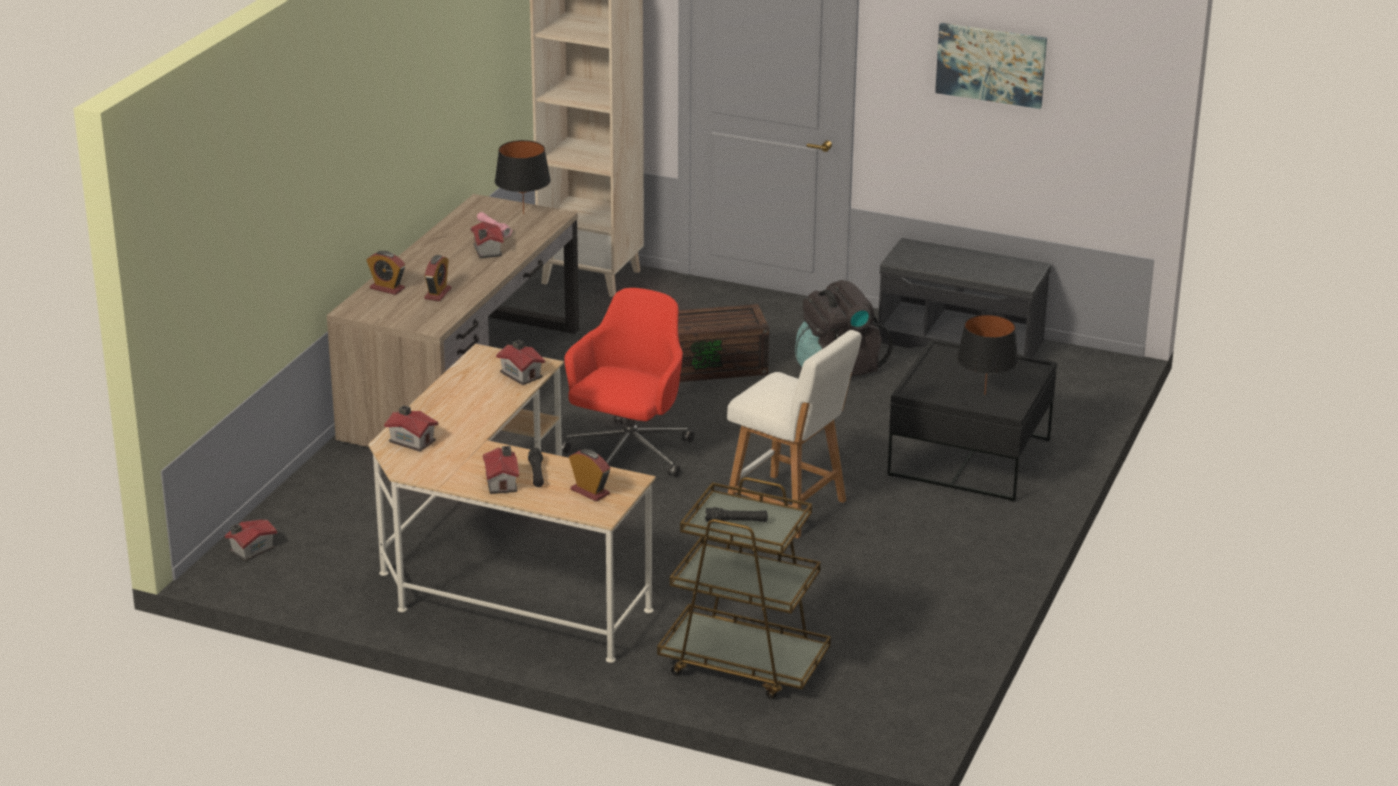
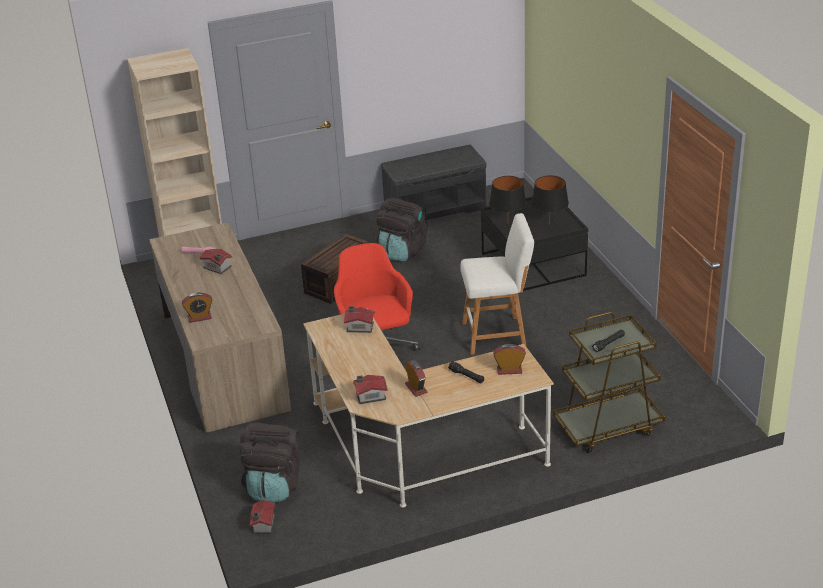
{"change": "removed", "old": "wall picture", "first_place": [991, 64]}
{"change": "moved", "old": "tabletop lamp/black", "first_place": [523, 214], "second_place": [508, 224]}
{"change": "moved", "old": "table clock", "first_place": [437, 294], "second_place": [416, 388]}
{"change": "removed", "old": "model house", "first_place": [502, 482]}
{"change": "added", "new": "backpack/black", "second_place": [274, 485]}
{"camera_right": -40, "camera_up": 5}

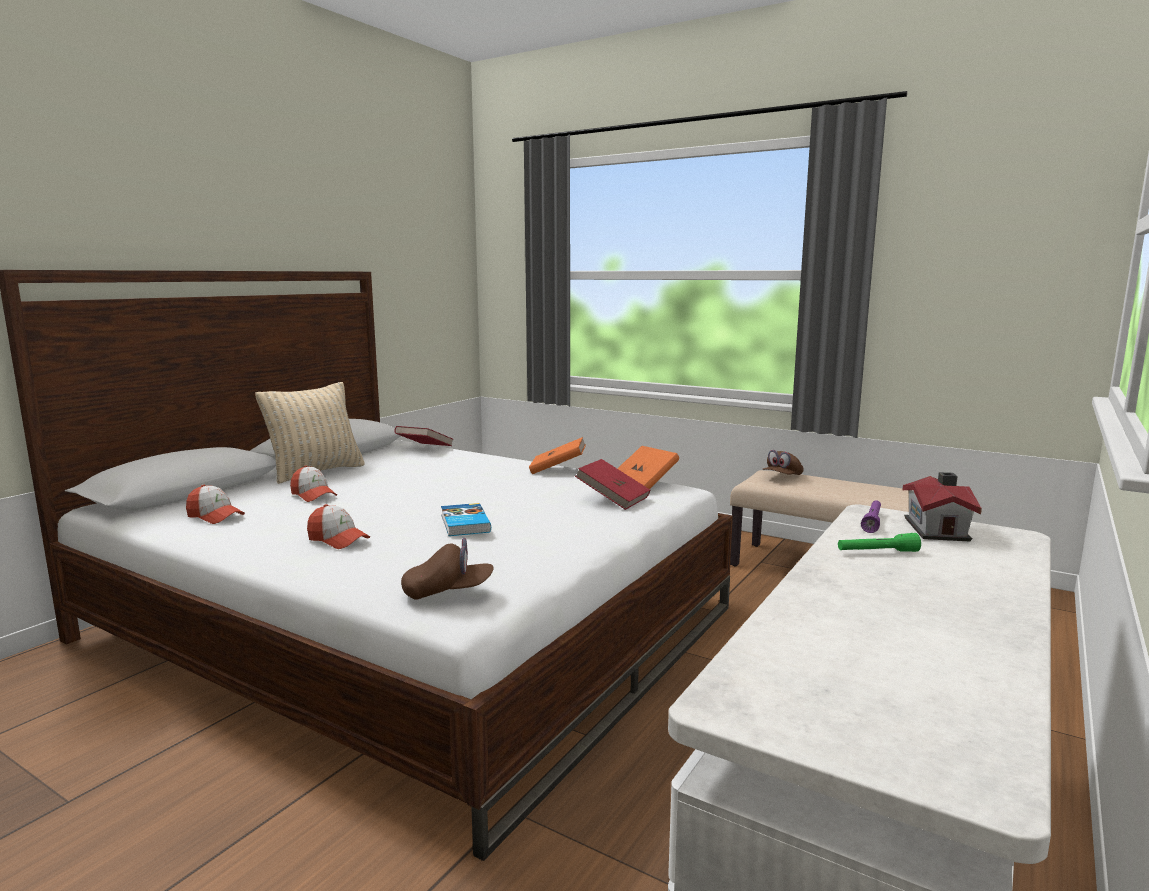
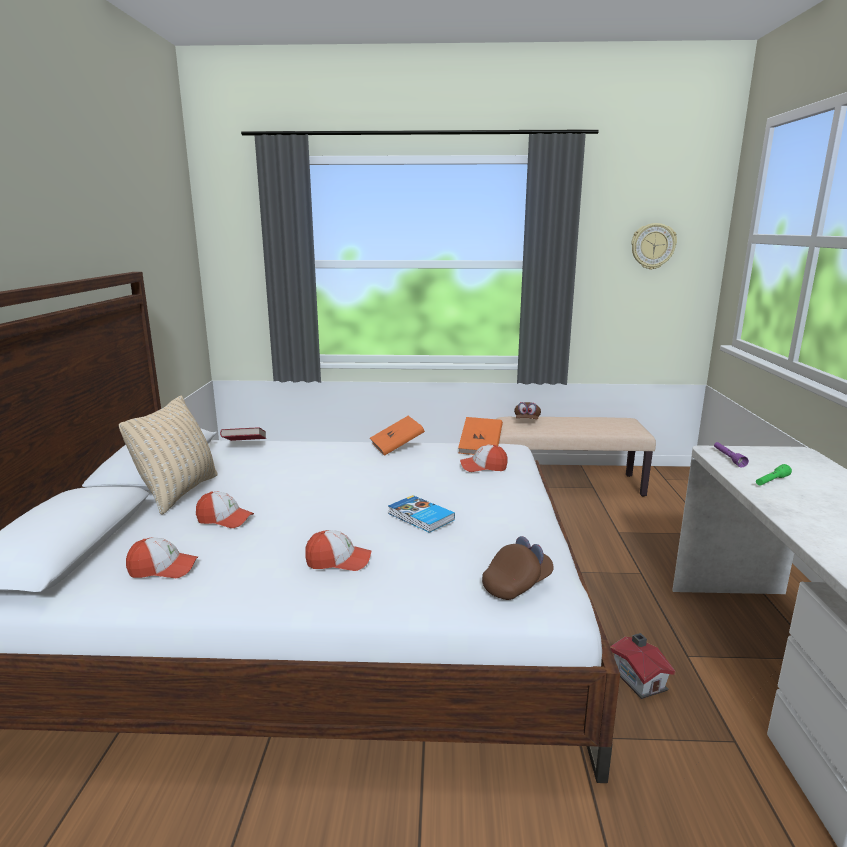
{"change": "replaced", "old": "volume/red", "new": "cap", "first_place": [613, 499], "second_place": [483, 467]}
{"change": "moved", "old": "model house", "first_place": [938, 529], "second_place": [639, 678]}
{"change": "added", "new": "clock on the wall", "second_place": [653, 246]}
{"camera_right": -30, "camera_up": 5}

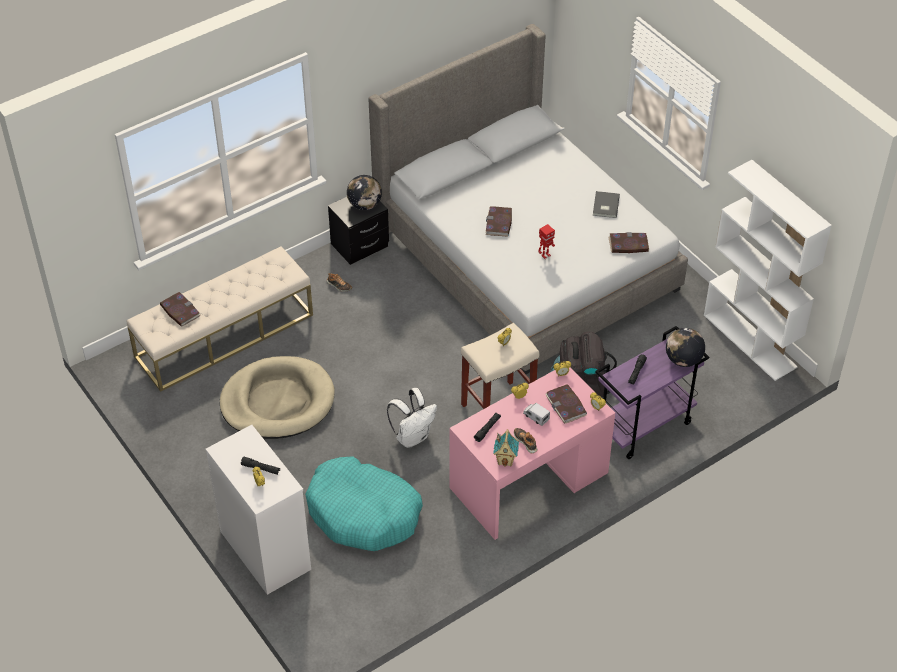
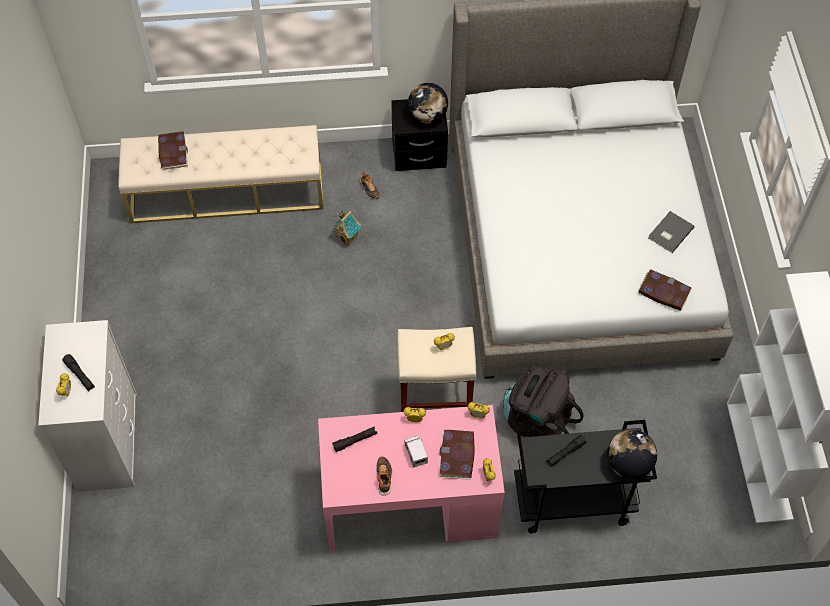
{"change": "removed", "old": "volume", "first_place": [499, 223]}
{"change": "removed", "old": "robot figure", "first_place": [545, 255]}
{"change": "recoloured", "old": "cart/purple", "new": "cart/black", "first_place": [643, 426], "second_place": [571, 502]}
{"change": "removed", "old": "dog cushion/beige", "first_place": [277, 401]}
{"change": "removed", "old": "backpack/white", "first_place": [412, 436]}
{"change": "moved", "old": "model house", "first_place": [505, 460], "second_place": [348, 238]}
{"change": "removed", "old": "dog cushion/turquoise", "first_place": [363, 513]}
{"camera_right": 30, "camera_up": 10}

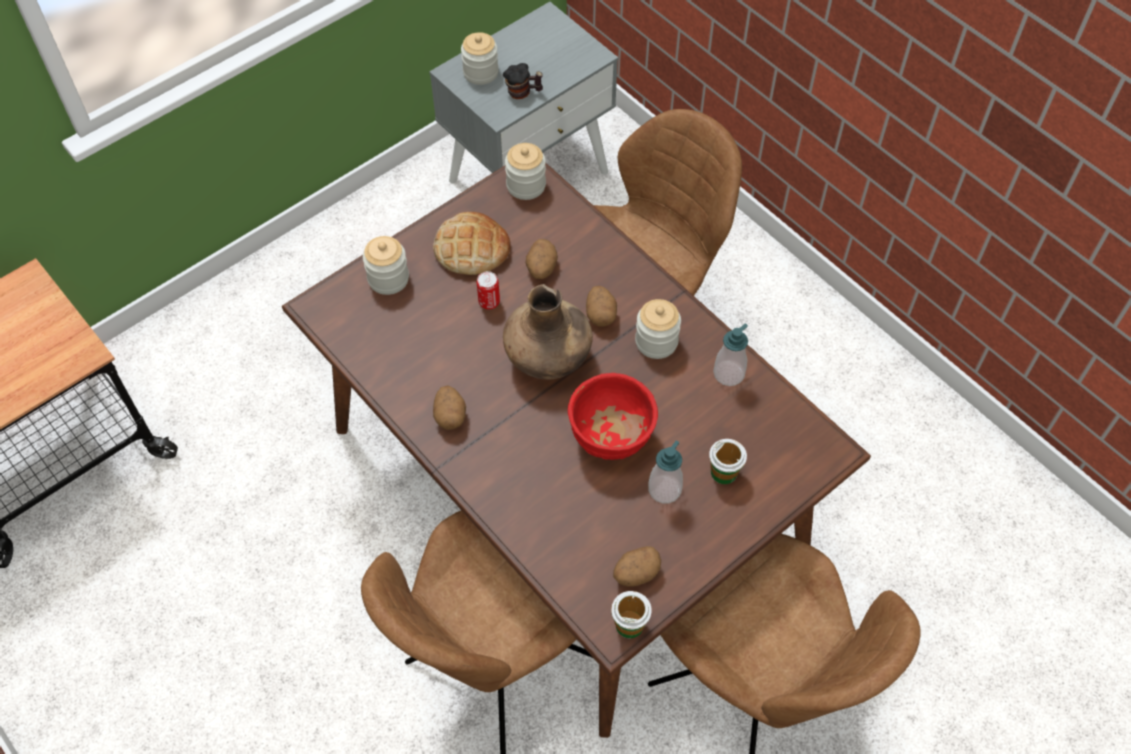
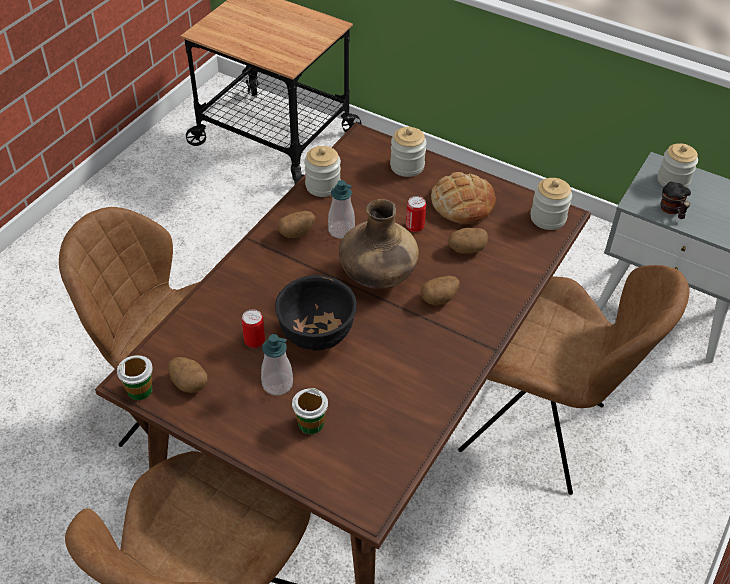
{"change": "moved", "old": "jar", "first_place": [656, 342], "second_place": [323, 186]}
{"change": "moved", "old": "soap bottle", "first_place": [728, 373], "second_place": [341, 230]}
{"change": "recoloured", "old": "bowl/red", "new": "bowl/black", "first_place": [611, 437], "second_place": [316, 335]}
{"change": "added", "new": "sealed can", "second_place": [254, 341]}
{"camera_right": 70, "camera_up": -10}

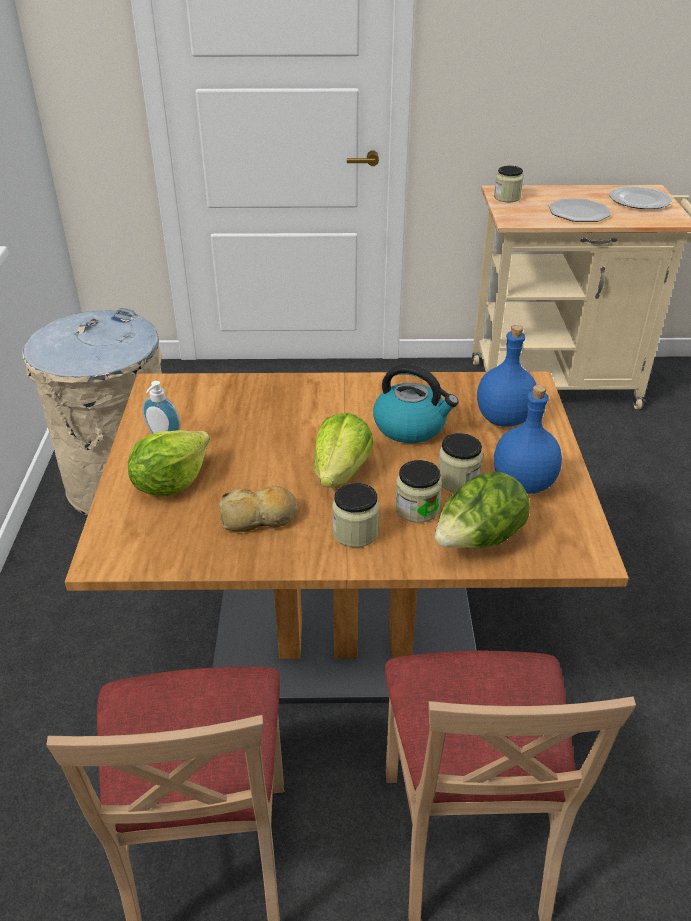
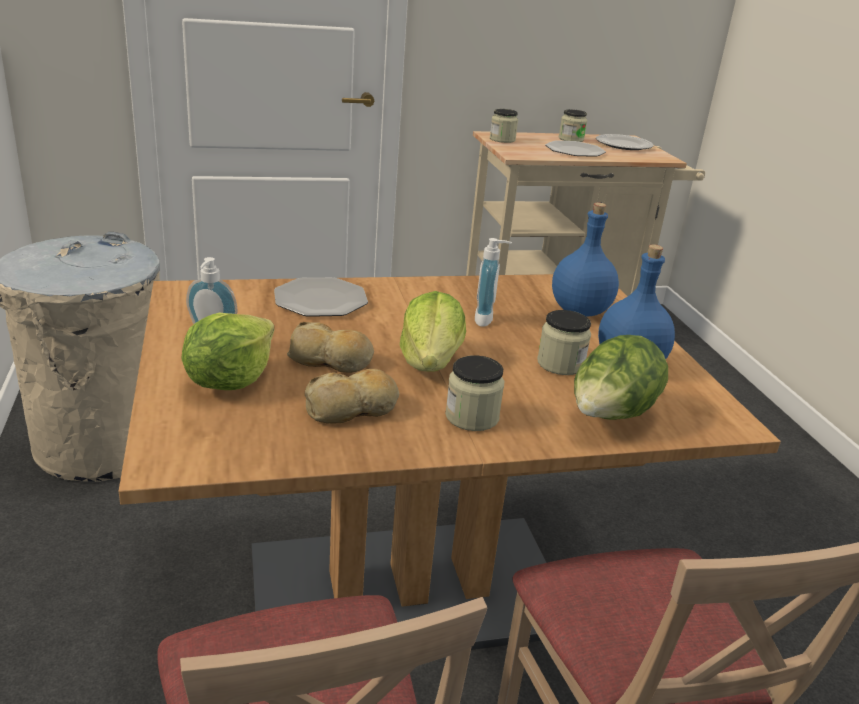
{"change": "replaced", "old": "water kettle", "new": "soap bottle", "first_place": [411, 426], "second_place": [487, 320]}
{"change": "moved", "old": "jar", "first_place": [417, 508], "second_place": [571, 139]}
{"change": "added", "new": "dinner plate", "second_place": [320, 300]}
{"change": "added", "new": "bakery bread", "second_place": [331, 360]}
{"camera_right": -15, "camera_up": -10}

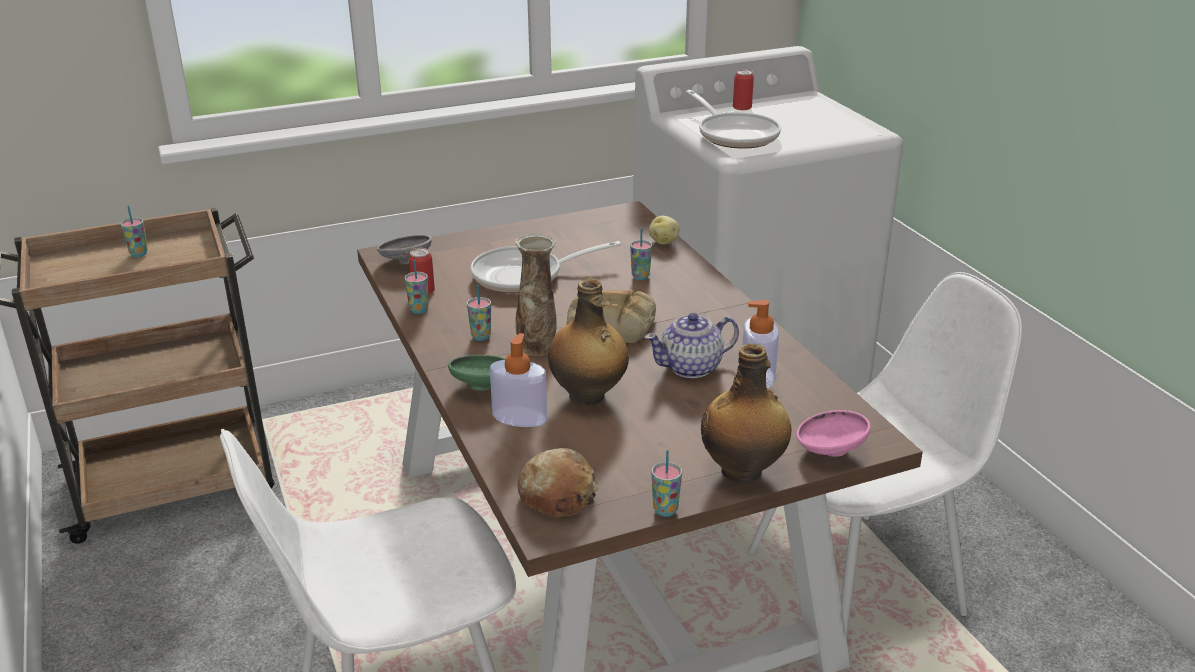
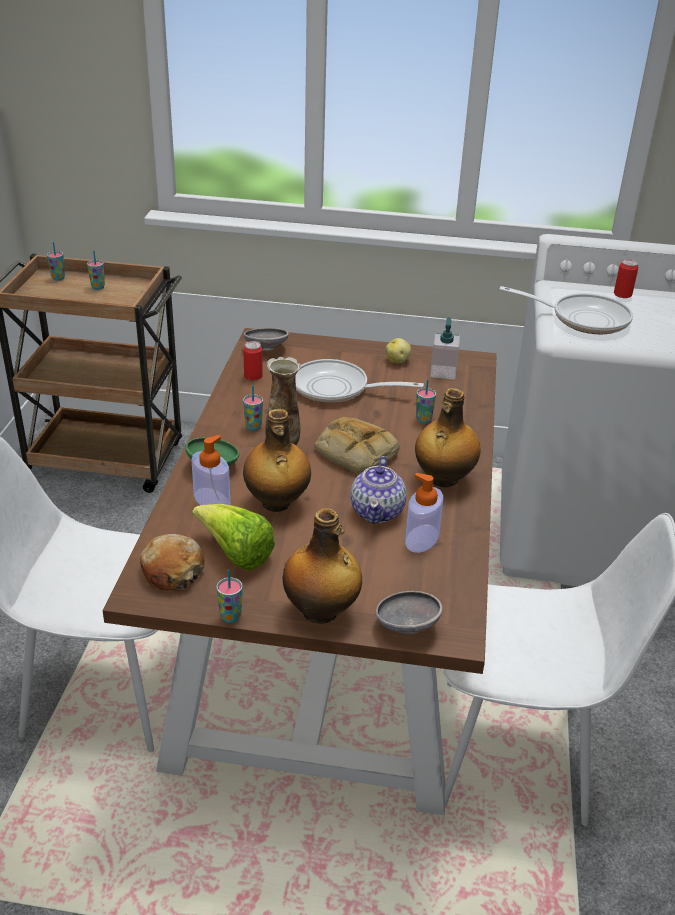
{"change": "turned", "old": "frying pan", "first_place": [735, 135], "second_place": [583, 319], "degrees": -75}
{"change": "moved", "old": "spud", "first_place": [664, 241], "second_place": [398, 360]}
{"change": "moved", "old": "drinking cup", "first_place": [419, 310], "second_place": [58, 278]}
{"change": "turned", "old": "tea pot", "first_place": [692, 367], "second_place": [378, 511], "degrees": -90}
{"change": "recoloured", "old": "bowl/pink", "new": "bowl/greyish", "first_place": [829, 450], "second_place": [406, 626]}
{"change": "added", "new": "soap bottle", "second_place": [443, 372]}
{"change": "added", "new": "beverage bottle", "second_place": [443, 479]}
{"change": "added", "new": "head of lettuce", "second_place": [235, 554]}
{"camera_right": 30, "camera_up": 5}

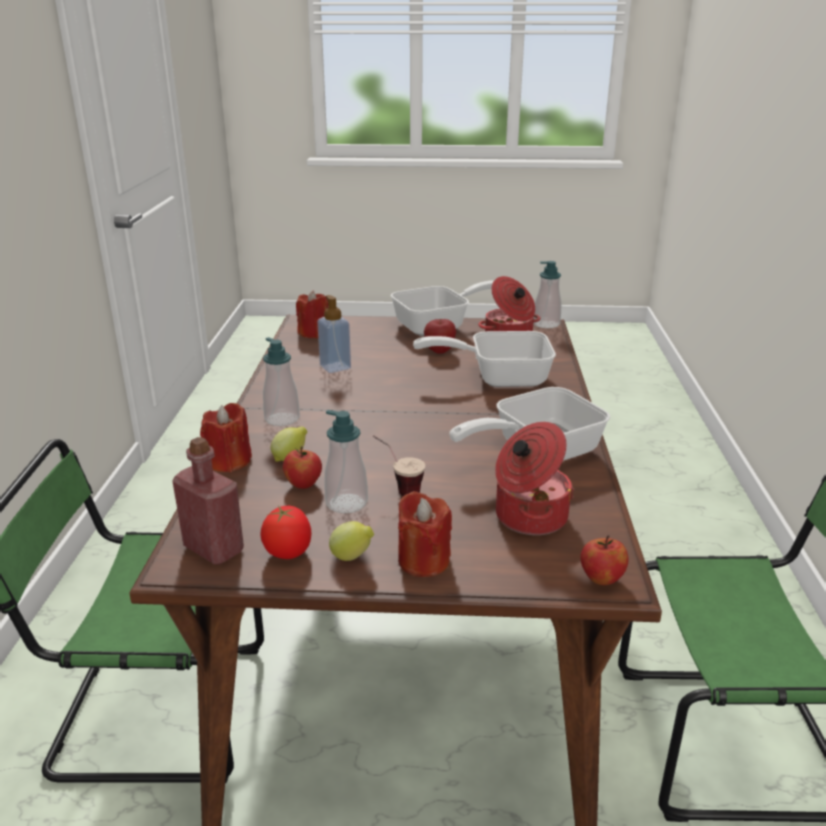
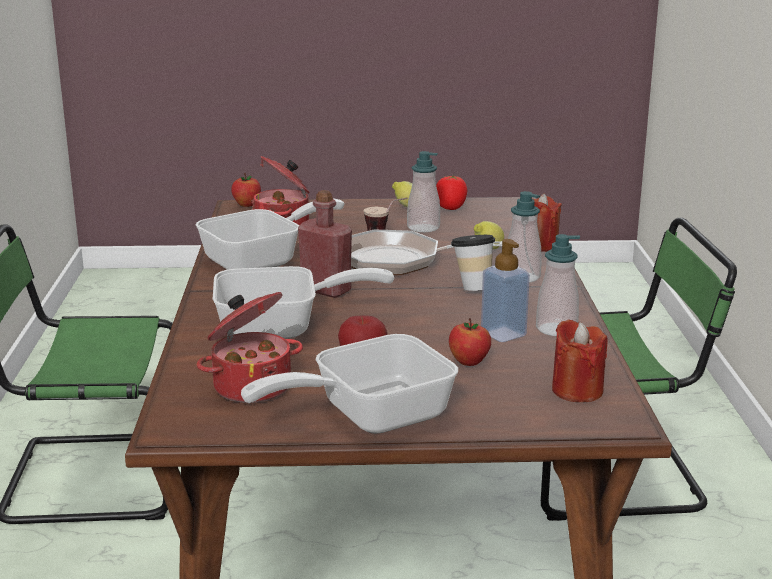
{"change": "moved", "old": "soap bottle", "first_place": [546, 324], "second_place": [556, 329]}
{"change": "moved", "old": "beverage bottle/red", "first_place": [213, 549], "second_place": [326, 290]}
{"change": "moved", "old": "whole apple", "first_place": [303, 484], "second_place": [469, 362]}
{"change": "removed", "old": "wax candle/red", "first_place": [423, 561]}
{"change": "added", "new": "frying pan", "second_place": [399, 261]}
{"change": "added", "new": "drinking cup", "second_place": [472, 287]}
{"camera_right": 175, "camera_up": -5}

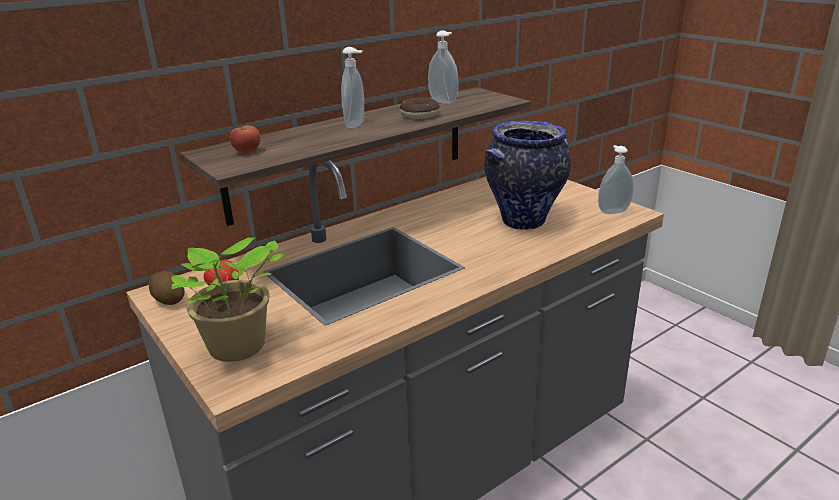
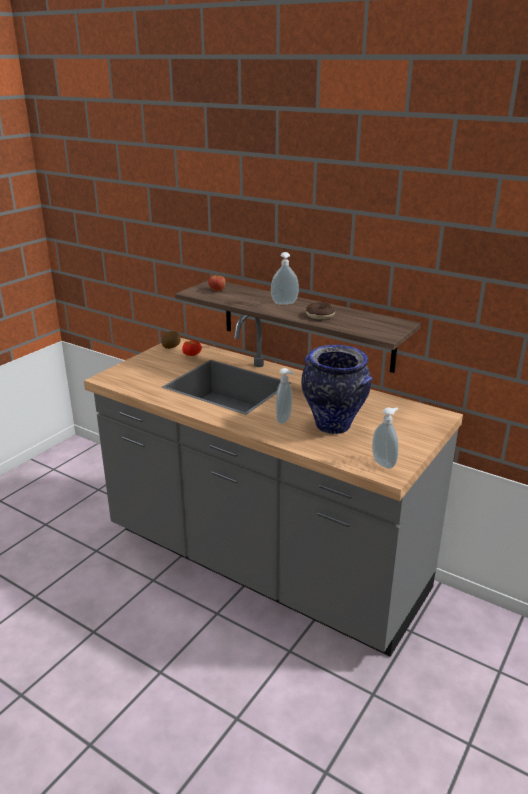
{"change": "moved", "old": "soap bottle", "first_place": [444, 101], "second_place": [285, 420]}
{"change": "removed", "old": "potted plant", "first_place": [237, 349]}
{"camera_right": 70, "camera_up": 0}

